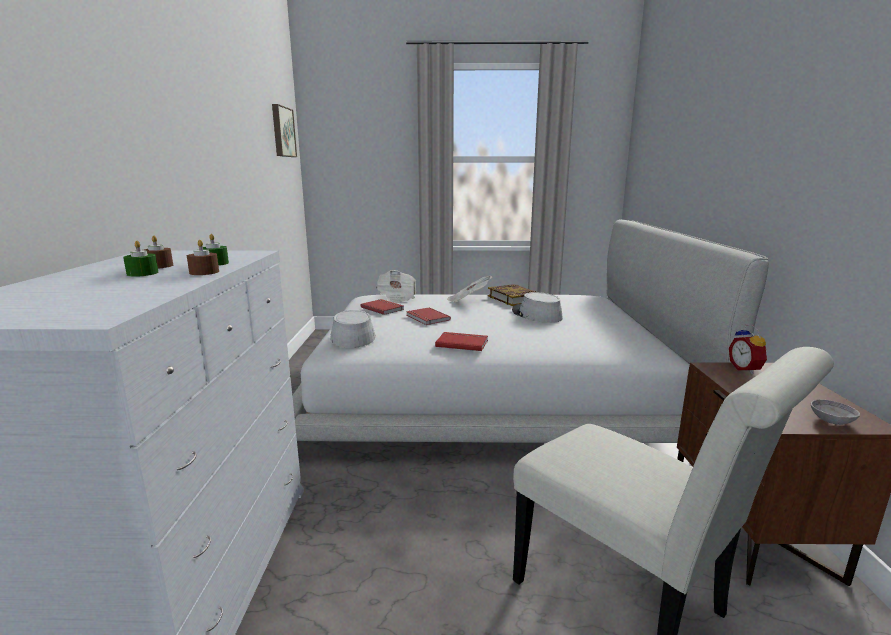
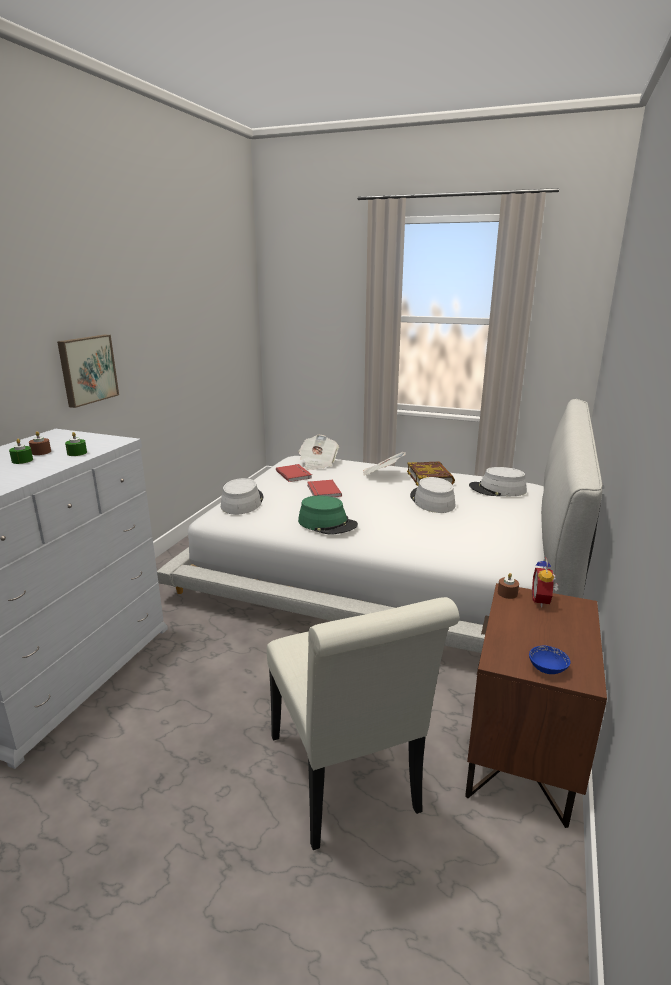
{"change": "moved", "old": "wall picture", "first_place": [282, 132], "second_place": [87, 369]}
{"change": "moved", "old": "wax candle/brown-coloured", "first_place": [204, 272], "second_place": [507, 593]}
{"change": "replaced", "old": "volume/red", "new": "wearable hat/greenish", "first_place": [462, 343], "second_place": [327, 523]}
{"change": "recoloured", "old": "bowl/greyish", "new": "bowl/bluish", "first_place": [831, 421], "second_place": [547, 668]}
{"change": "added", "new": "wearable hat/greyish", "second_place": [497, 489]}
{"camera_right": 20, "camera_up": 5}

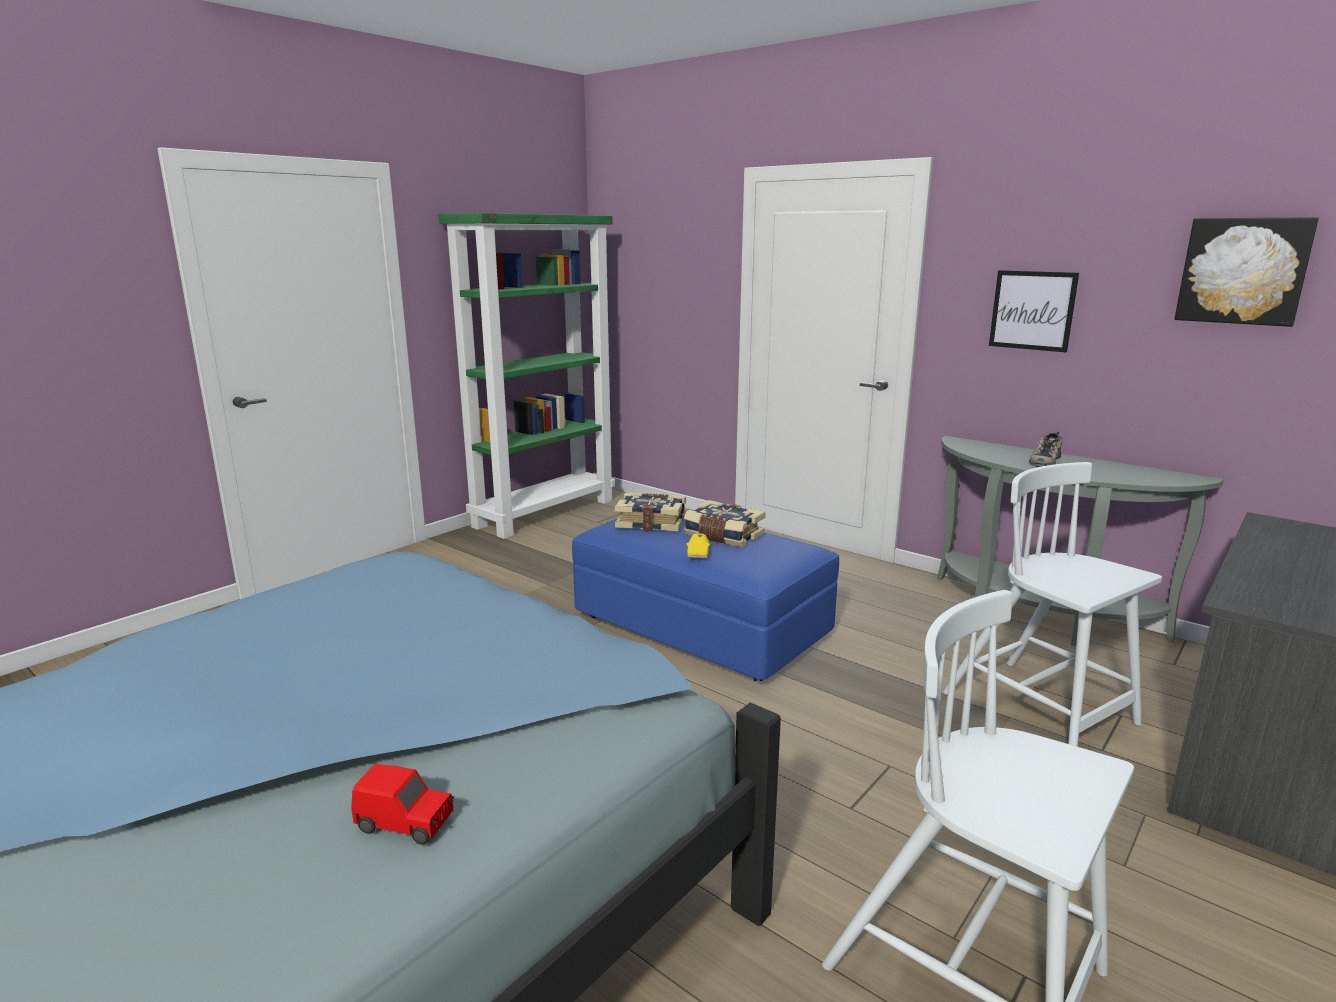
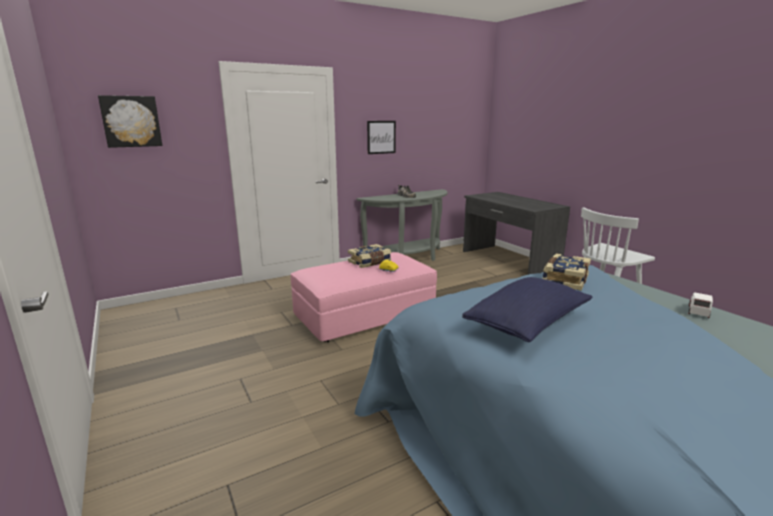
{"change": "removed", "old": "shelving unit/greenish", "first_place": [545, 513]}
{"change": "moved", "old": "wall picture", "first_place": [1243, 271], "second_place": [131, 121]}
{"change": "removed", "old": "plain chair/white", "first_place": [1042, 710]}
{"change": "moved", "old": "volume", "first_place": [651, 523], "second_place": [564, 280]}
{"change": "recoloured", "old": "ottoman/bluish", "new": "ottoman/pink", "first_place": [701, 626], "second_place": [364, 316]}
{"change": "recoloured", "old": "miniature car/red", "new": "miniature car/white", "first_place": [406, 824], "second_place": [698, 312]}
{"change": "added", "new": "throw pillow/bluish", "second_place": [528, 324]}
{"camera_right": -70, "camera_up": 0}

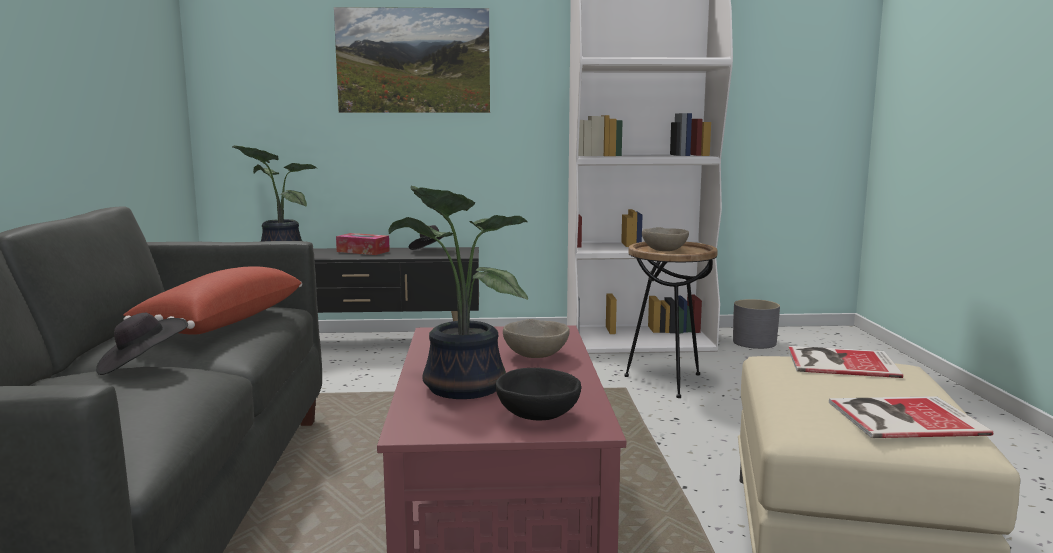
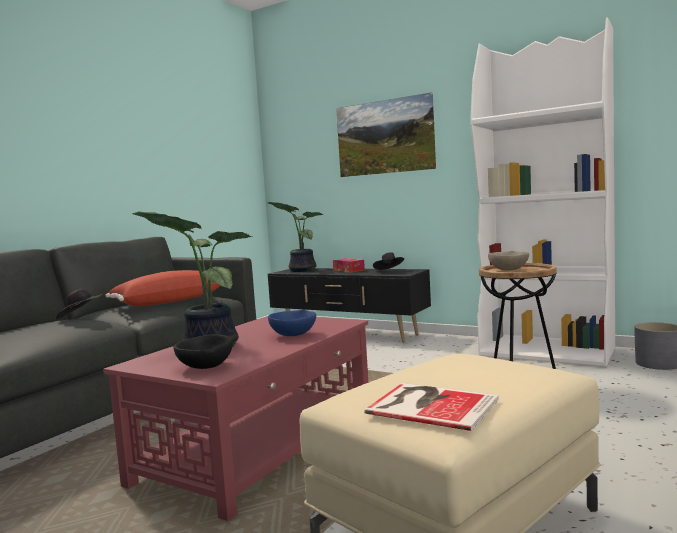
{"change": "recoloured", "old": "bowl/beige", "new": "bowl/bluish", "first_place": [536, 356], "second_place": [293, 335]}
{"change": "removed", "old": "volume", "first_place": [838, 362]}
{"camera_right": 35, "camera_up": -5}

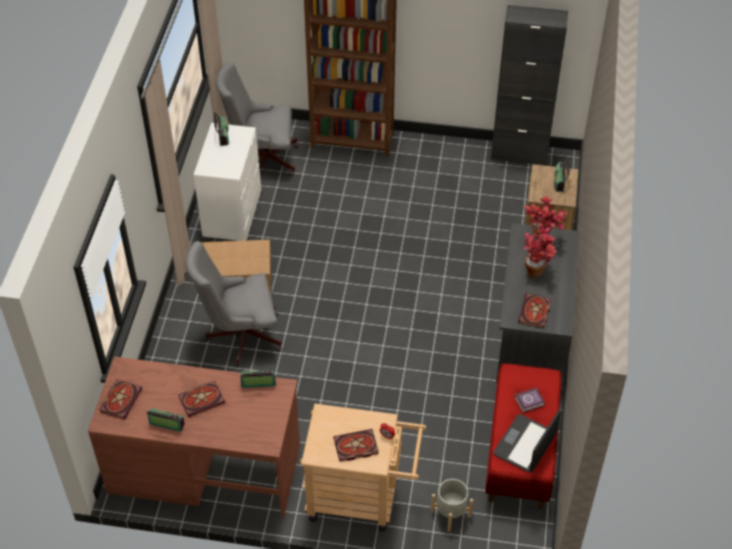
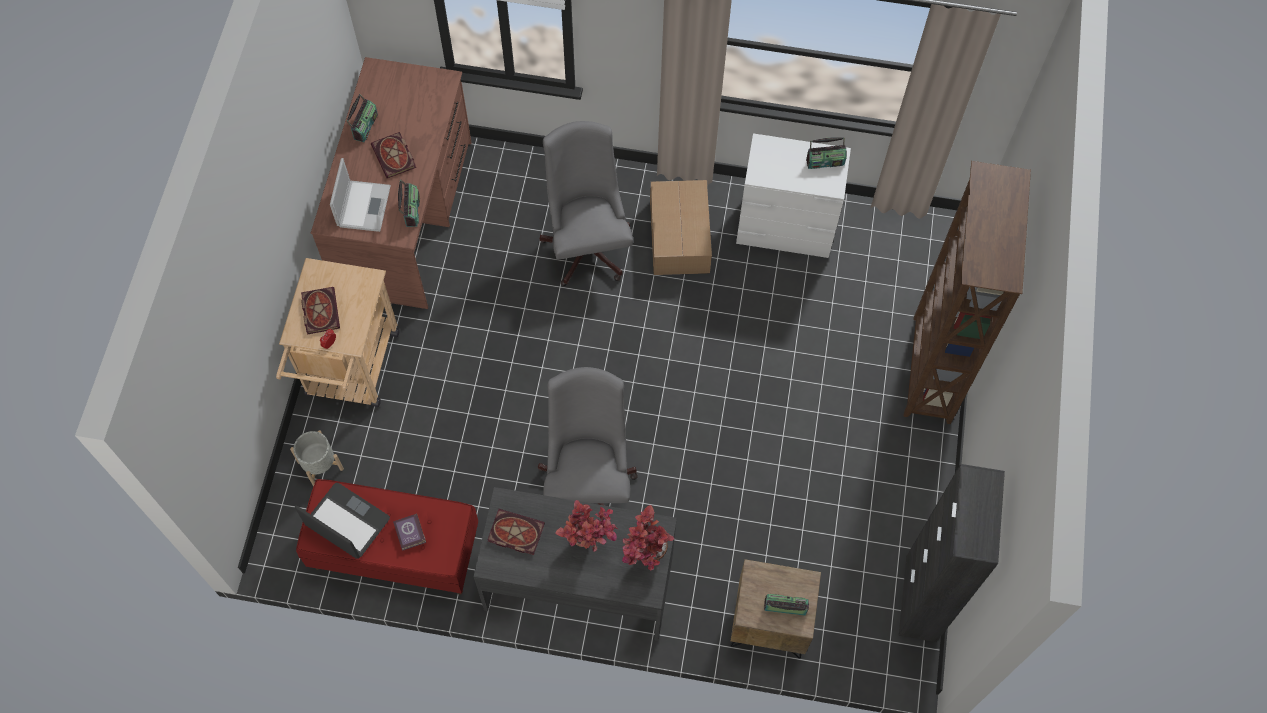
{"change": "moved", "old": "desk chair/greyish", "first_place": [261, 159], "second_place": [588, 479]}
{"change": "removed", "old": "volume", "first_place": [120, 399]}
{"change": "added", "new": "portable computer", "second_place": [364, 205]}
{"camera_right": 90, "camera_up": 15}

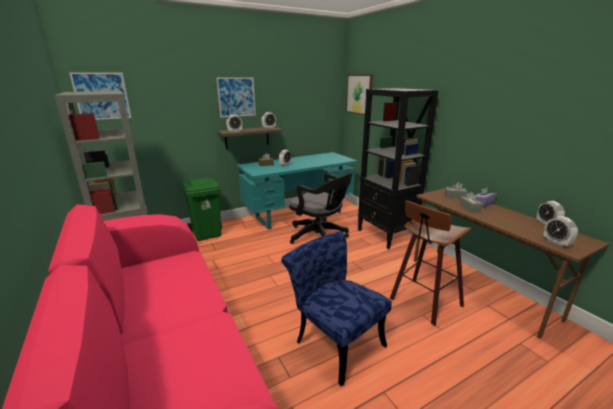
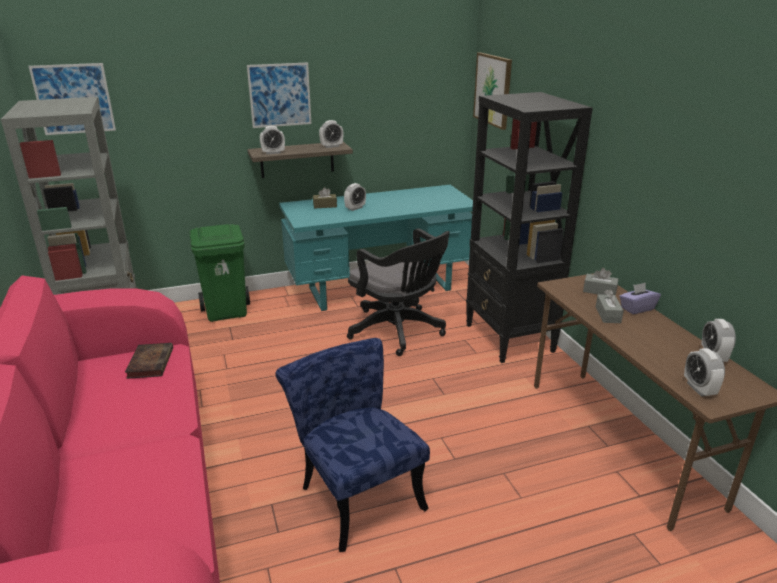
{"change": "removed", "old": "stool seat", "first_place": [423, 302]}
{"change": "added", "new": "volume", "second_place": [150, 363]}
{"camera_right": 10, "camera_up": 5}

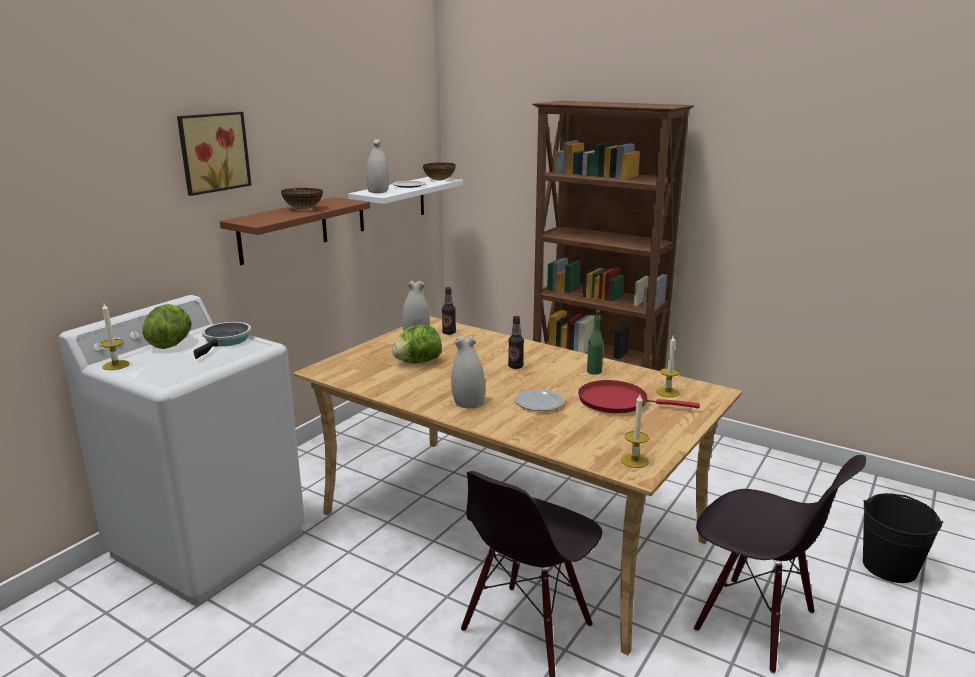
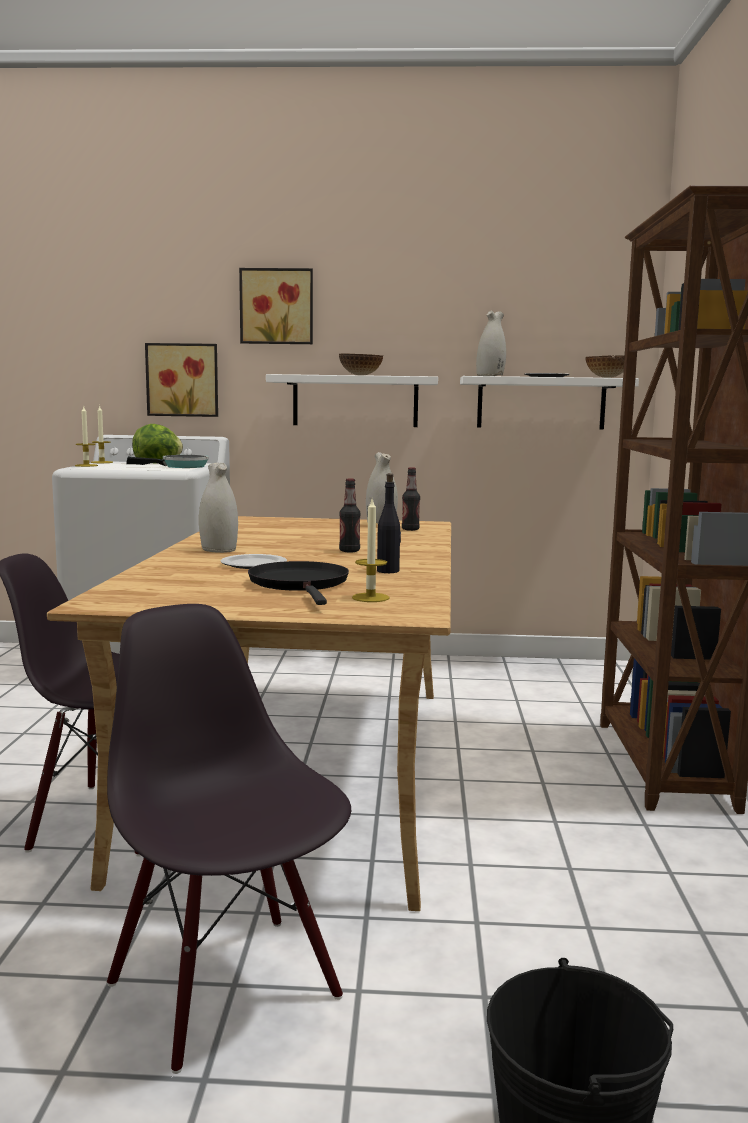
{"change": "recoloured", "old": "shelf/brown-coloured", "new": "shelf/white", "first_place": [283, 230], "second_place": [355, 401]}
{"change": "recoloured", "old": "beverage bottle/greenish", "new": "beverage bottle/black", "first_place": [594, 371], "second_place": [388, 571]}
{"change": "removed", "old": "head of lettuce", "first_place": [417, 362]}
{"change": "recoloured", "old": "frying pan/red", "new": "frying pan/black", "first_place": [617, 402], "second_place": [300, 584]}
{"change": "moved", "old": "wax candle", "first_place": [634, 460], "second_place": [86, 465]}
{"change": "turned", "old": "plain chair/black", "first_place": [754, 622], "second_place": [227, 988], "degrees": 135}
{"change": "added", "new": "wall picture", "second_place": [183, 380]}
{"camera_right": 60, "camera_up": -10}

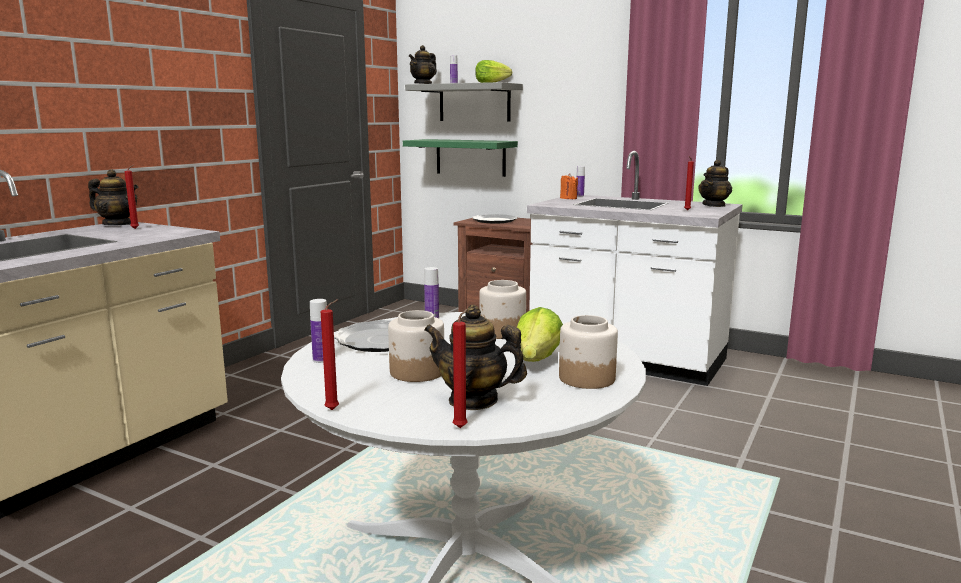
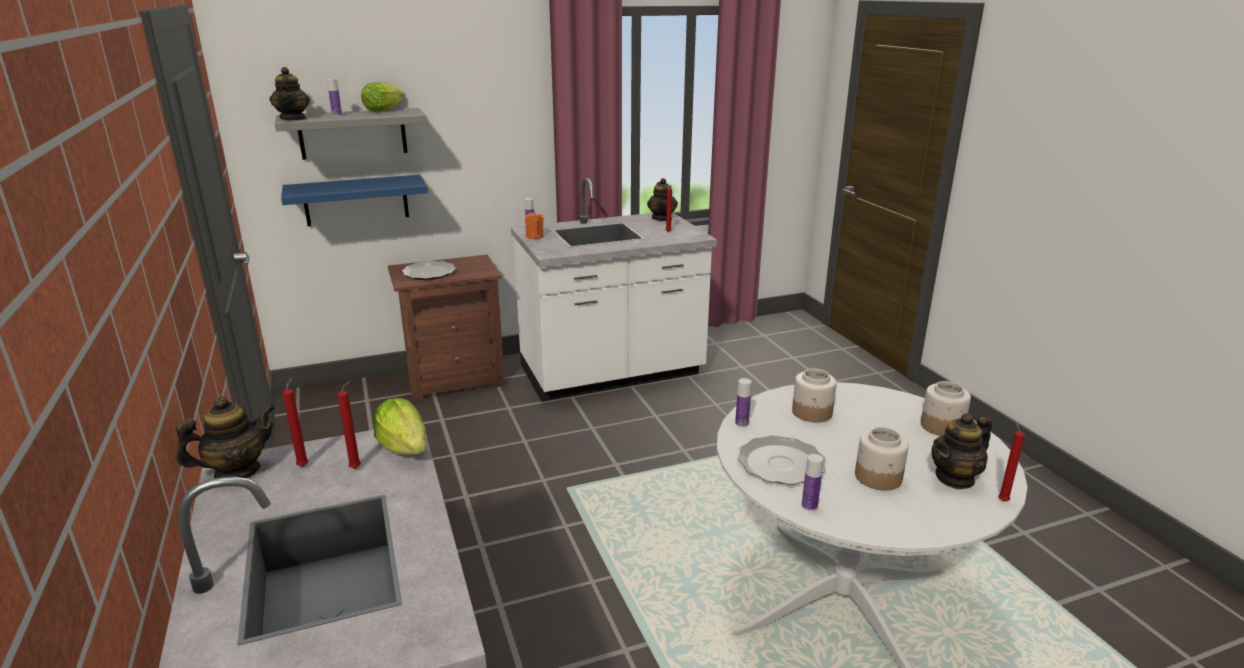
{"change": "recoloured", "old": "shelf/greenish", "new": "shelf/bluish", "first_place": [470, 157], "second_place": [356, 200]}
{"change": "moved", "old": "wax candle/red", "first_place": [334, 410], "second_place": [357, 467]}
{"change": "moved", "old": "head of lettuce", "first_place": [537, 360], "second_place": [405, 448]}
{"camera_right": -50, "camera_up": 10}

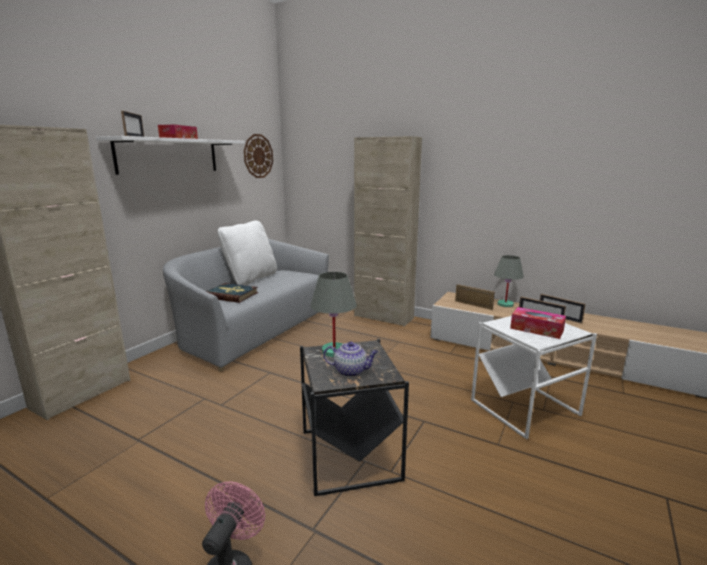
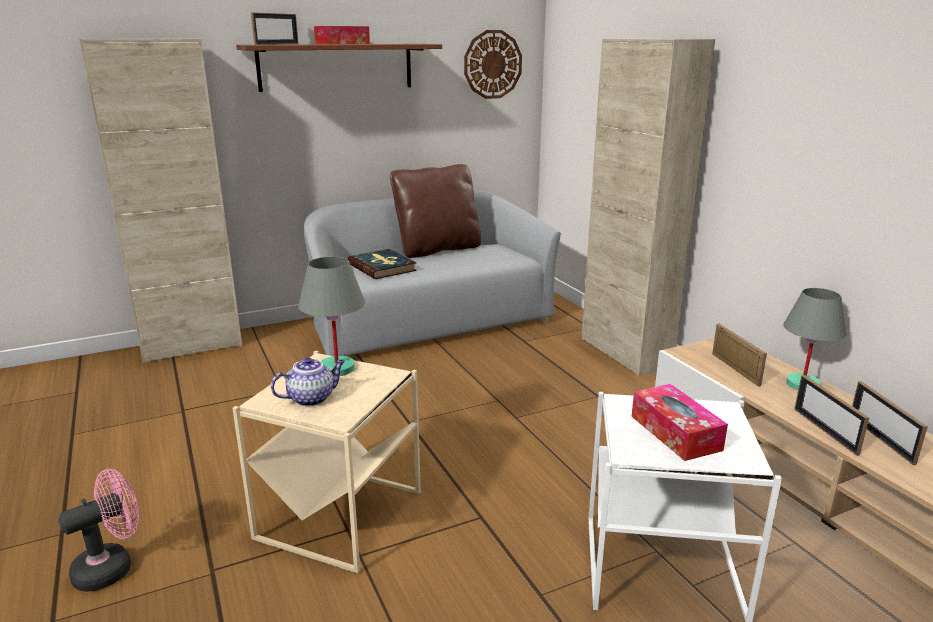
{"change": "recoloured", "old": "shelf/white", "new": "shelf/brown-coloured", "first_place": [169, 156], "second_place": [336, 67]}
{"change": "recoloured", "old": "throw pillow/white", "new": "throw pillow/brown-coloured", "first_place": [251, 278], "second_place": [437, 249]}
{"change": "recoloured", "old": "end table/black", "new": "end table/beige", "first_place": [350, 454], "second_place": [342, 515]}
{"change": "turned", "old": "tea pot", "first_place": [351, 371], "second_place": [312, 398], "degrees": -75}
{"camera_right": 35, "camera_up": 5}

